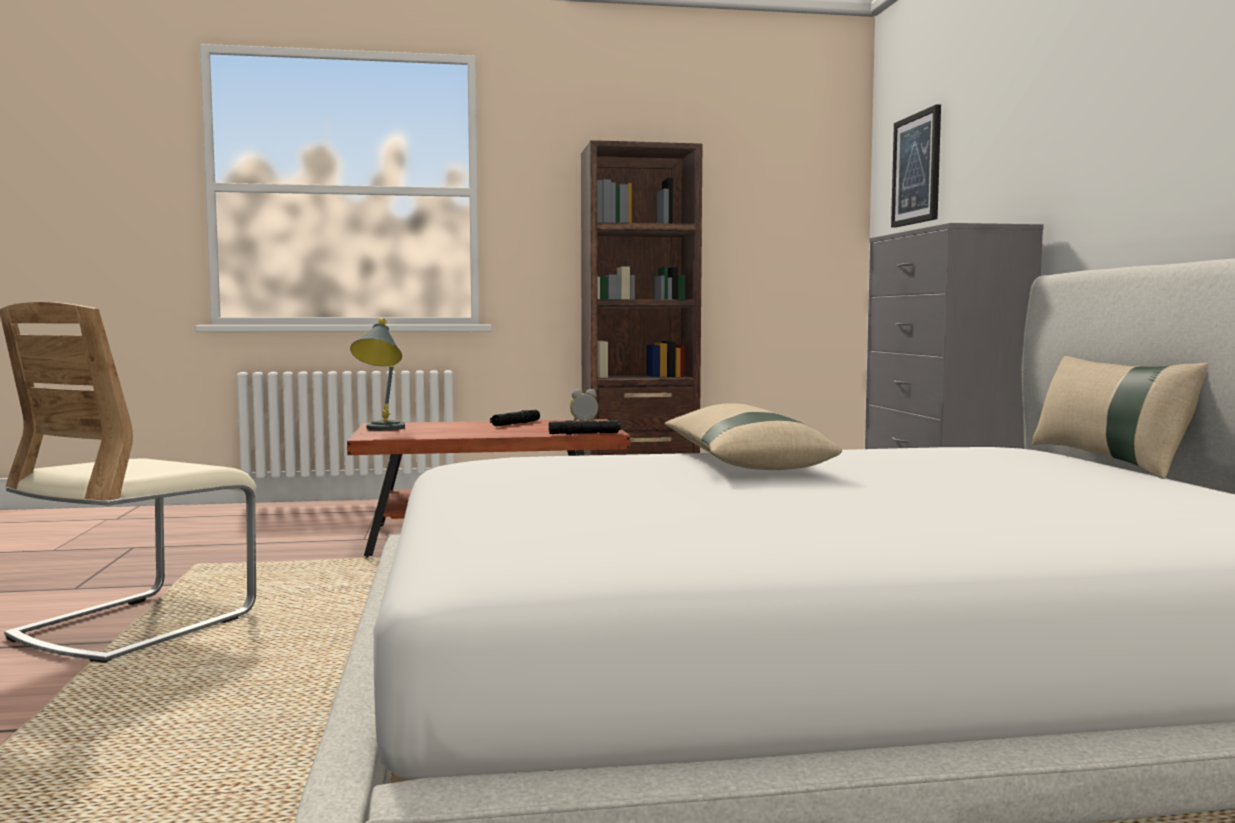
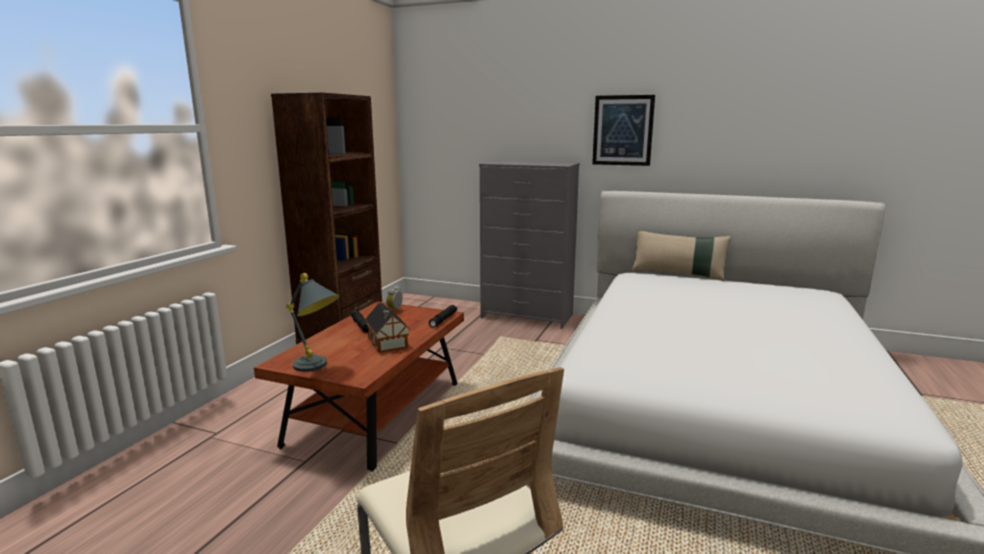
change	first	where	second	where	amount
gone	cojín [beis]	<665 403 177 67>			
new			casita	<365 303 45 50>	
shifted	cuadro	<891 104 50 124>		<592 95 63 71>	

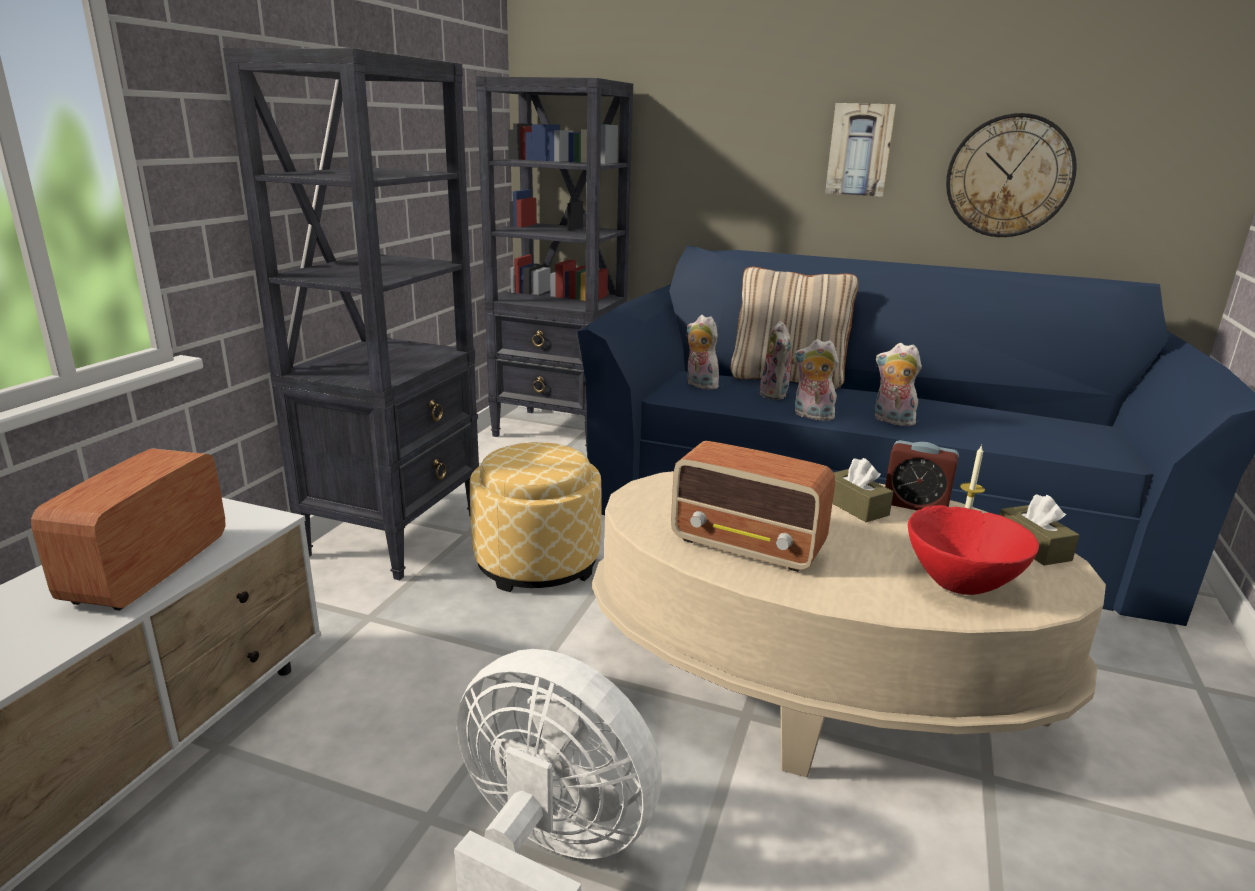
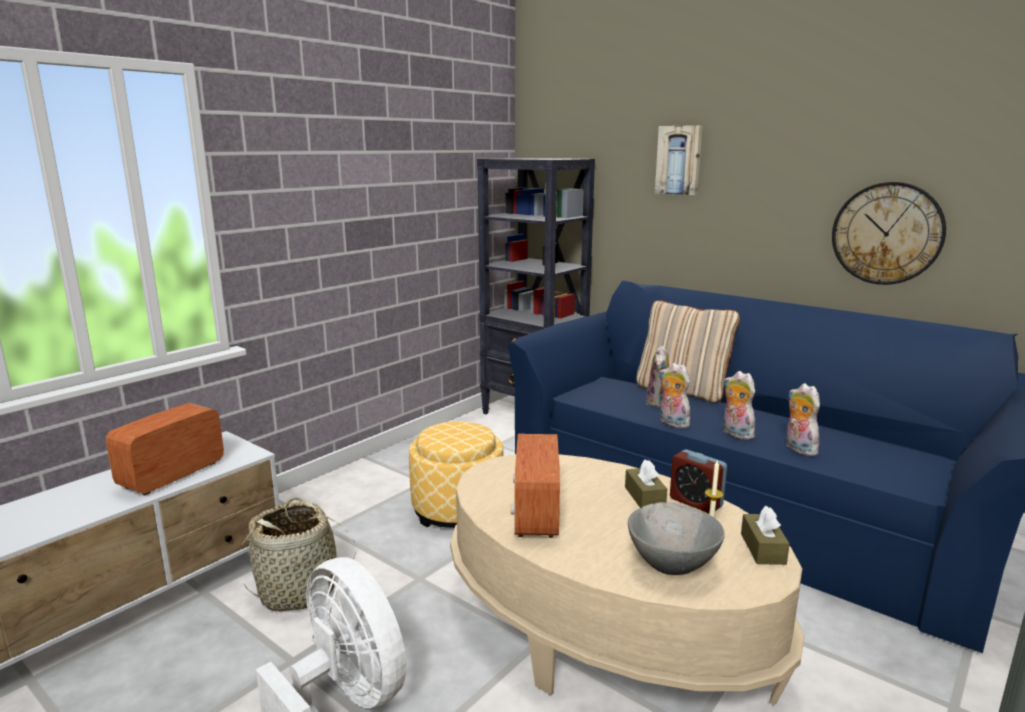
change	first	where	second	where	amount
gone	estantería [negro]	<223 48 256 532>			
new			cesta	<243 498 113 114>	
shifted	peluche	<686 315 37 75>		<786 383 34 73>	
shifted	cuadro	<825 103 71 94>		<655 125 48 70>	
repainted	cuenco [rojo]	<908 505 131 90>	cuenco [gris]	<628 502 97 73>	
rotated	radio	<671 441 164 131>		<511 434 49 104>	45 degrees clockwise

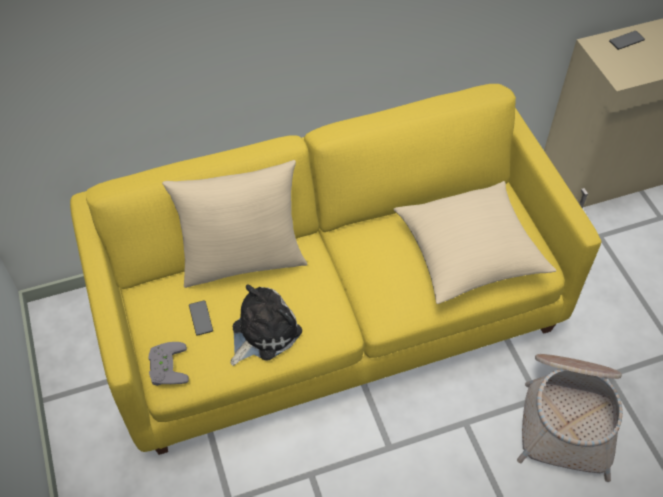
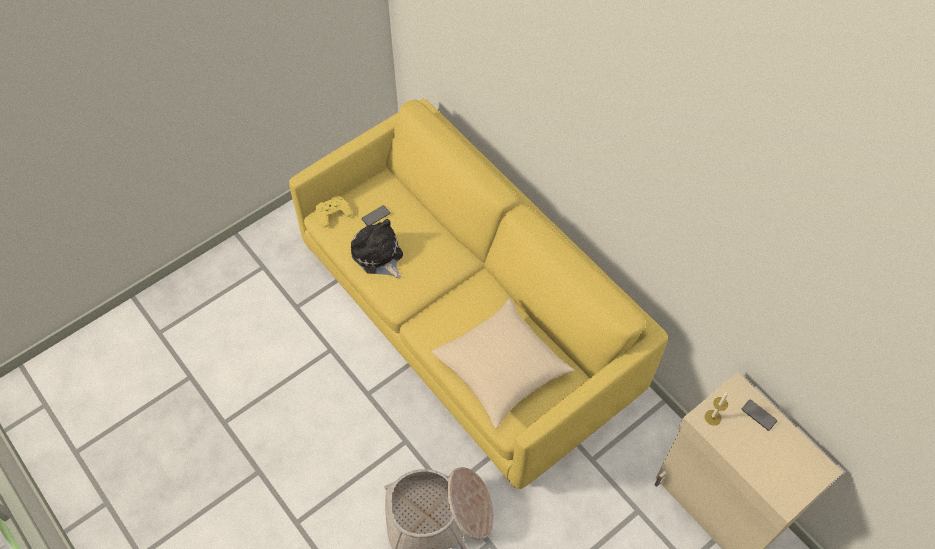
change	first	where	second	where	amount
gone	cojín [beis]	<162 160 146 128>			
new			vela	<705 392 23 33>	
repainted	mando de consola [gris]	<148 342 41 44>	mando de consola [amarillo]	<315 196 37 31>	
rotated	peluche	<231 285 71 81>		<351 219 52 60>	150 degrees counterclockwise

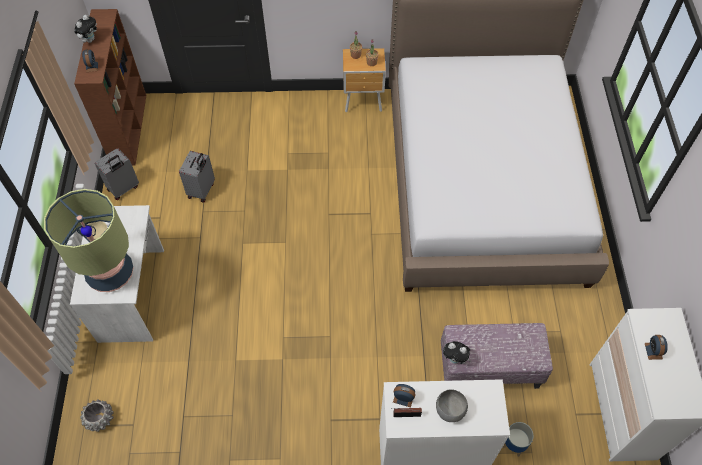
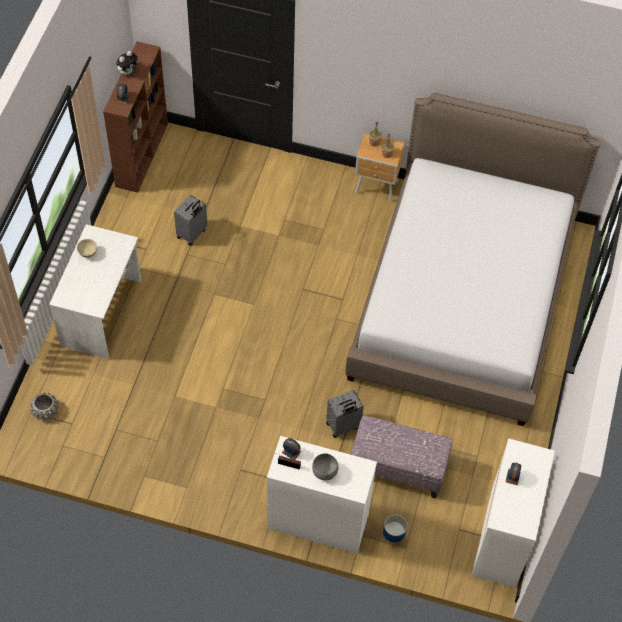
change	first	where	second	where	amount
gone	lámpara de mesa	<44 189 90 103>			
gone	peluche	<443 341 28 23>			
shifted	maleta [gris]	<95 148 44 52>		<326 390 38 48>	

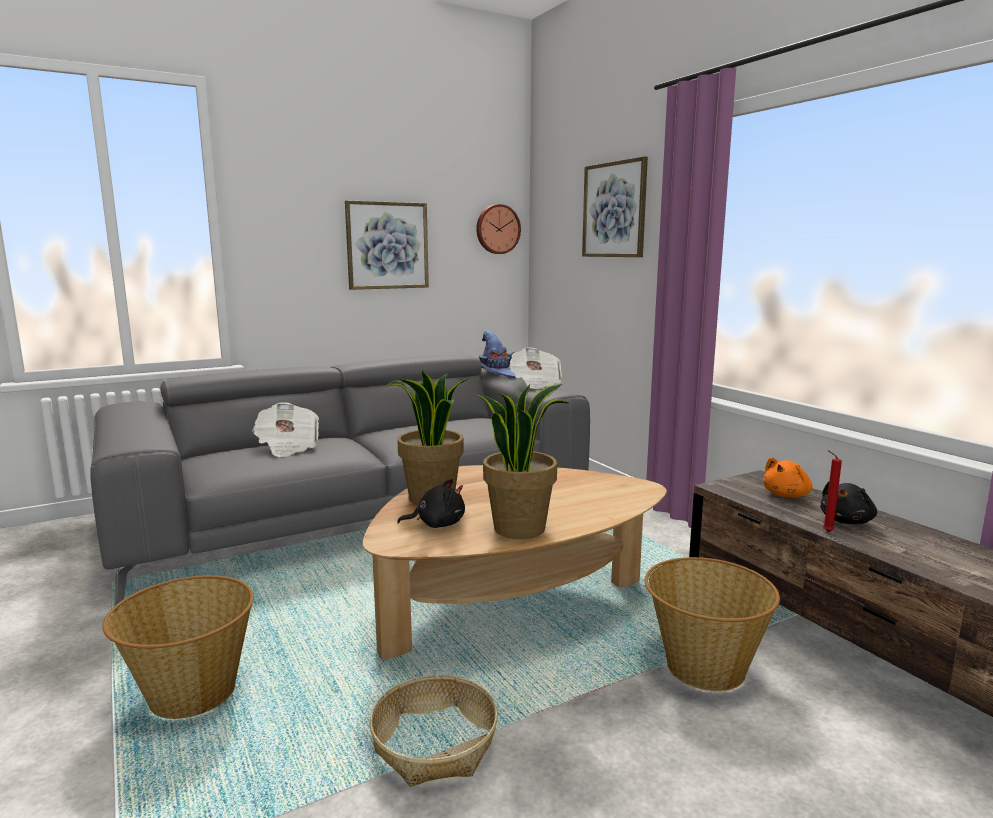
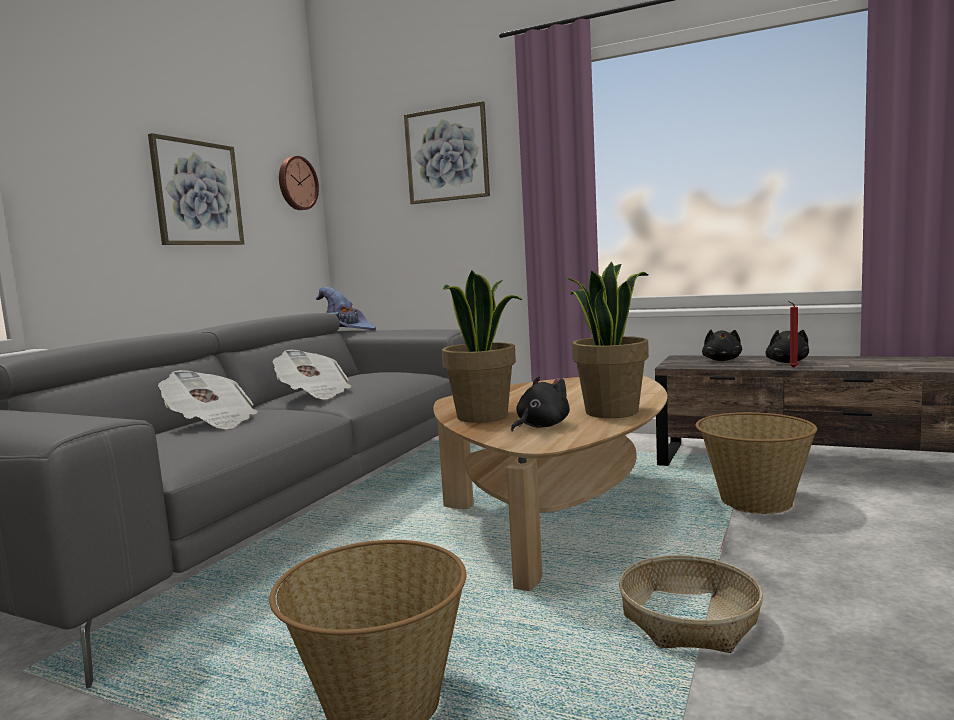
change	first	where	second	where	amount
shifted	periódico	<509 347 53 42>		<272 350 80 49>	
repainted	peluche [naranja]	<763 457 50 40>	peluche [negro]	<702 330 40 31>	

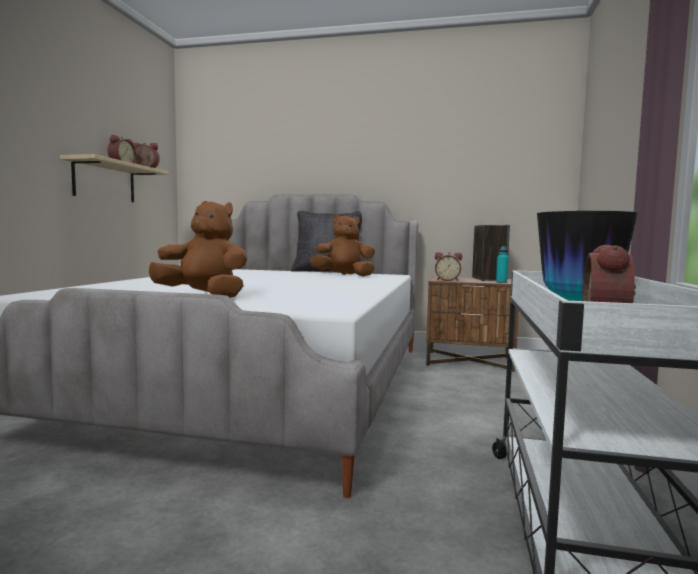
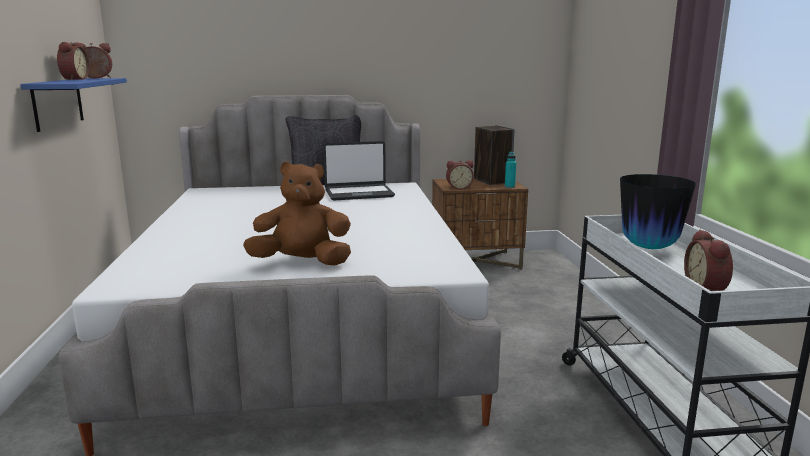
change	first	where	second	where	amount
swapped	peluche [marrón]	<310 215 65 61>	portátil	<323 141 72 59>	
repainted	estante [beis]	<60 154 109 48>	estante [azul]	<20 78 107 54>	

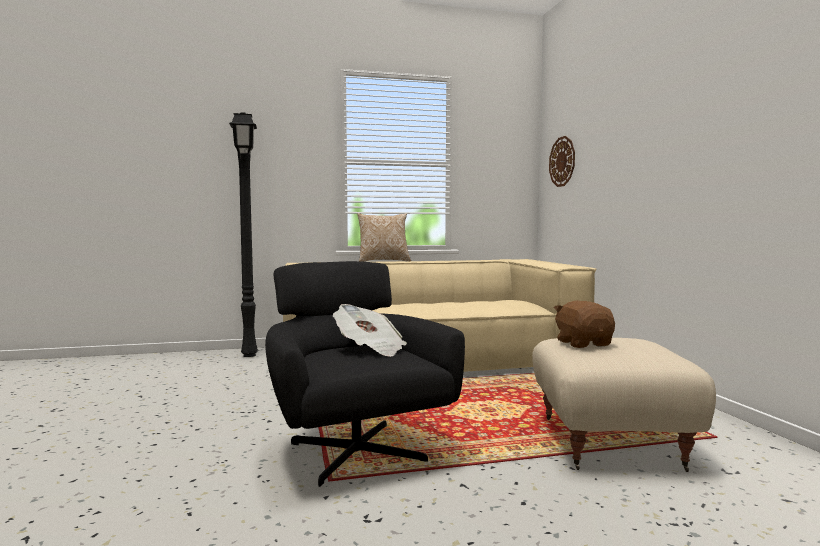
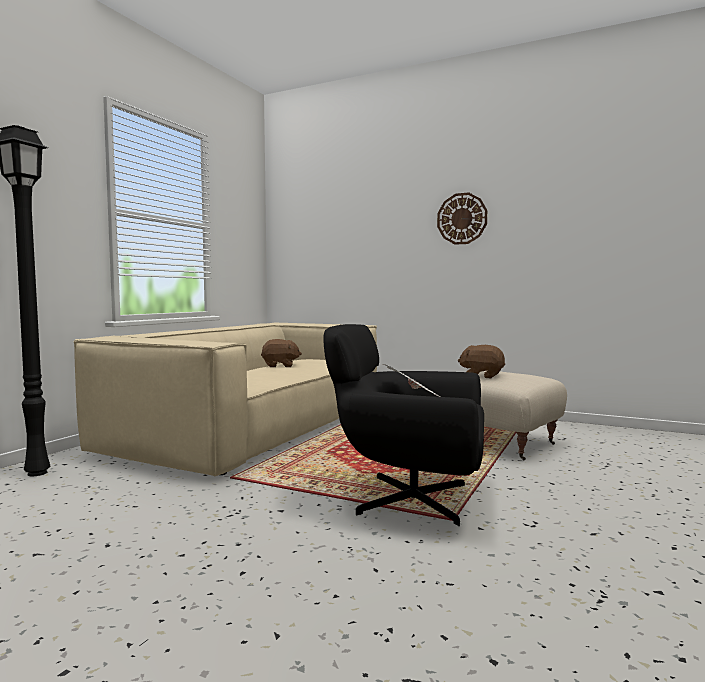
change	first	where	second	where	amount
gone	cojín	<357 213 54 49>			
new			peluche [marrón]	<261 339 41 28>	
shifted	reloj de pared	<549 136 26 51>		<437 192 50 53>	

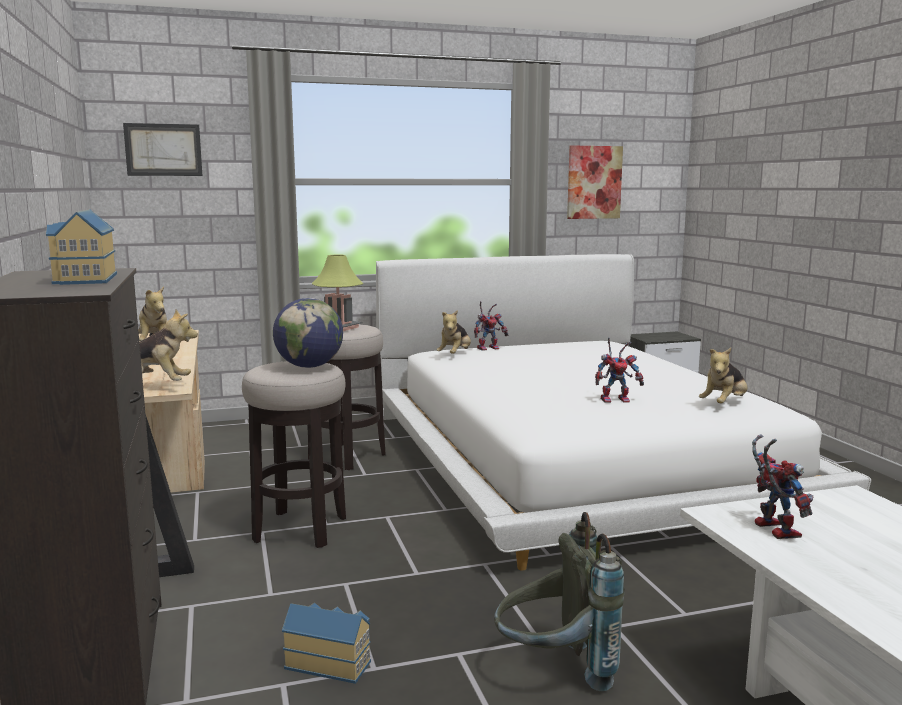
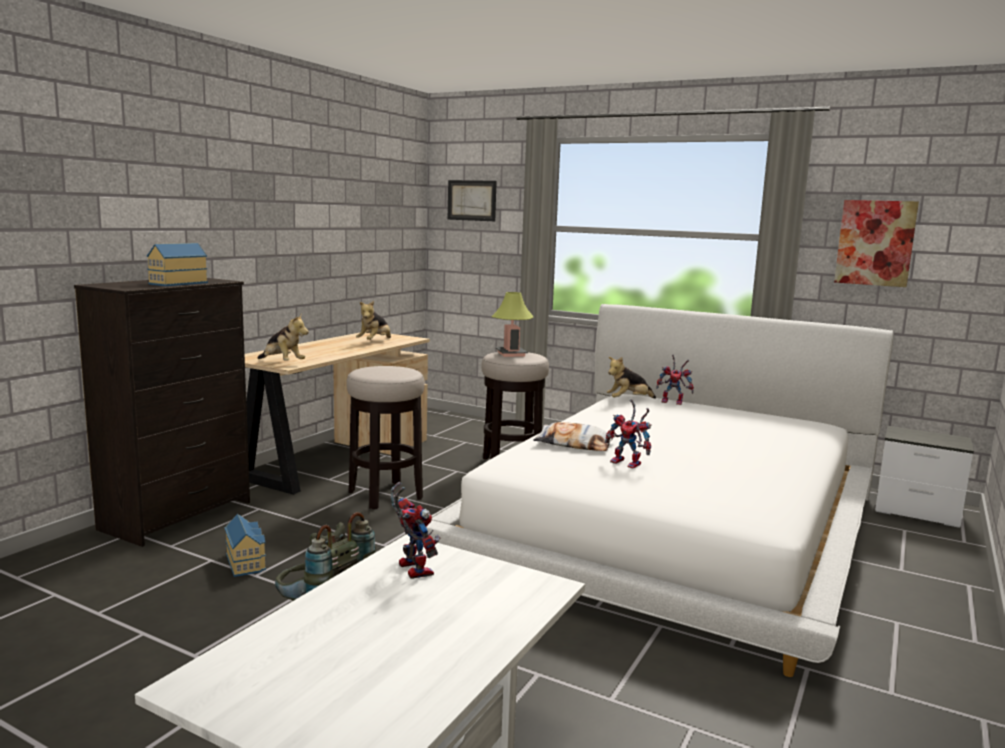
change	first	where	second	where	amount
gone	globo terráqueo	<273 298 70 70>			
gone	peluche	<699 348 48 55>			
new			cojín	<533 422 84 29>	
rotated	robot de juguete	<752 434 61 105>		<391 482 49 97>	60 degrees counterclockwise

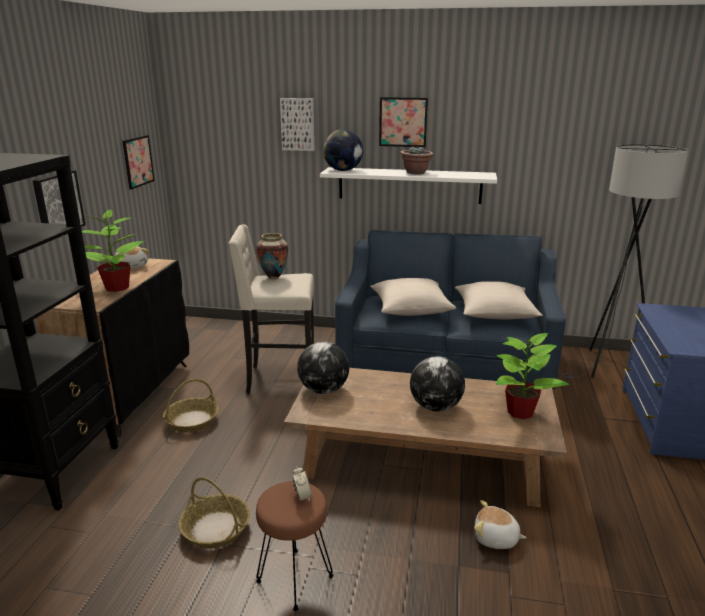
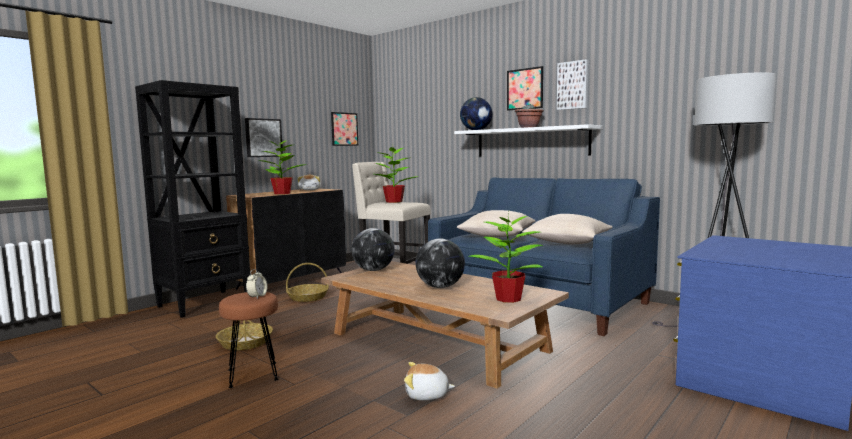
change	first	where	second	where	amount
shifted	cuadro	<280 98 35 53>		<557 59 32 51>	
swapped	florero	<256 233 32 46>	planta en maceta	<374 146 42 57>	
rotated	peluche	<474 500 53 49>		<404 362 51 38>	45 degrees counterclockwise

